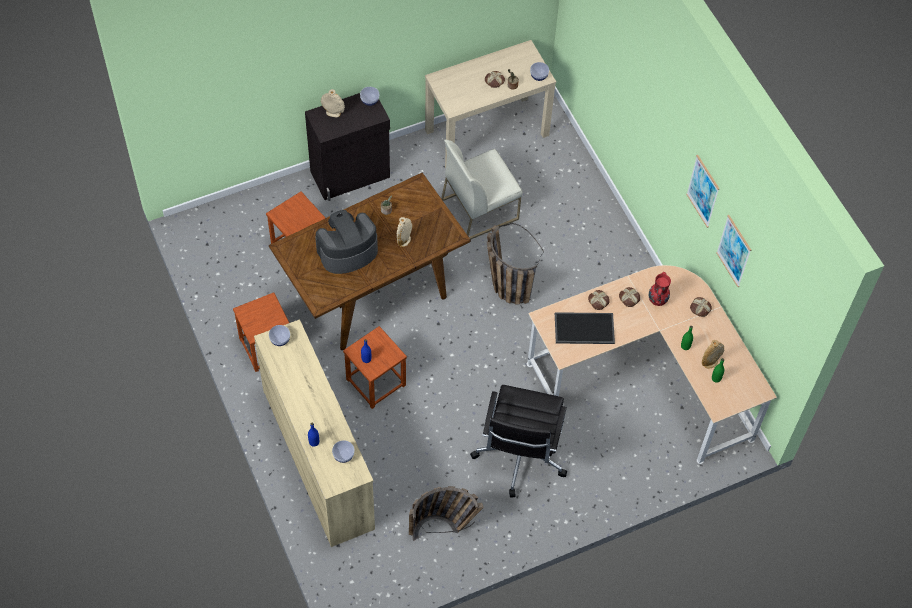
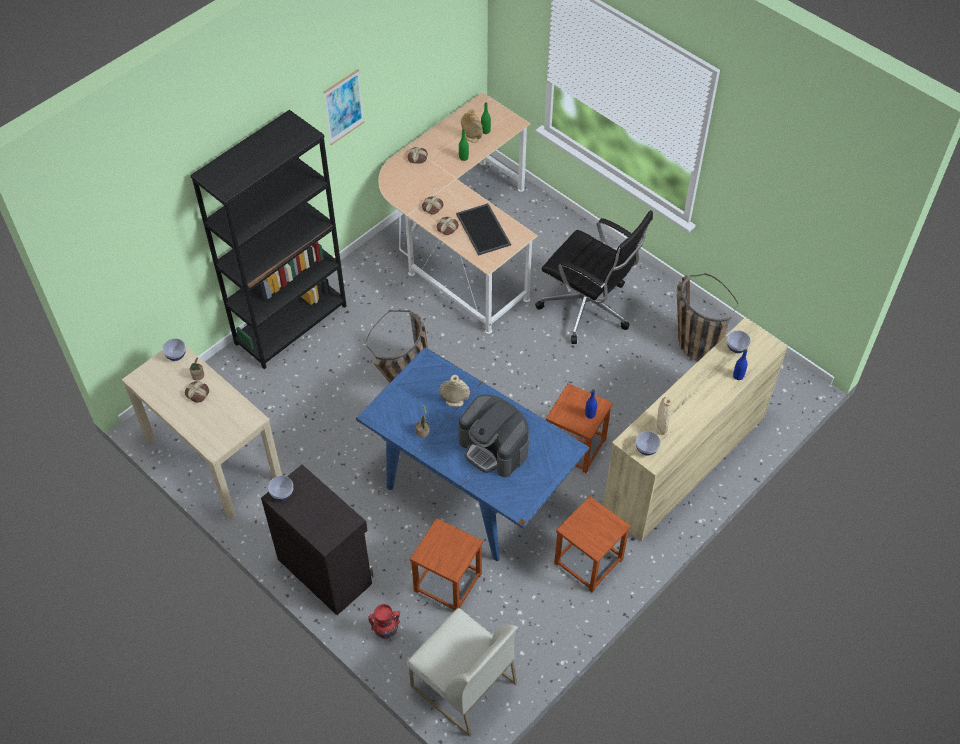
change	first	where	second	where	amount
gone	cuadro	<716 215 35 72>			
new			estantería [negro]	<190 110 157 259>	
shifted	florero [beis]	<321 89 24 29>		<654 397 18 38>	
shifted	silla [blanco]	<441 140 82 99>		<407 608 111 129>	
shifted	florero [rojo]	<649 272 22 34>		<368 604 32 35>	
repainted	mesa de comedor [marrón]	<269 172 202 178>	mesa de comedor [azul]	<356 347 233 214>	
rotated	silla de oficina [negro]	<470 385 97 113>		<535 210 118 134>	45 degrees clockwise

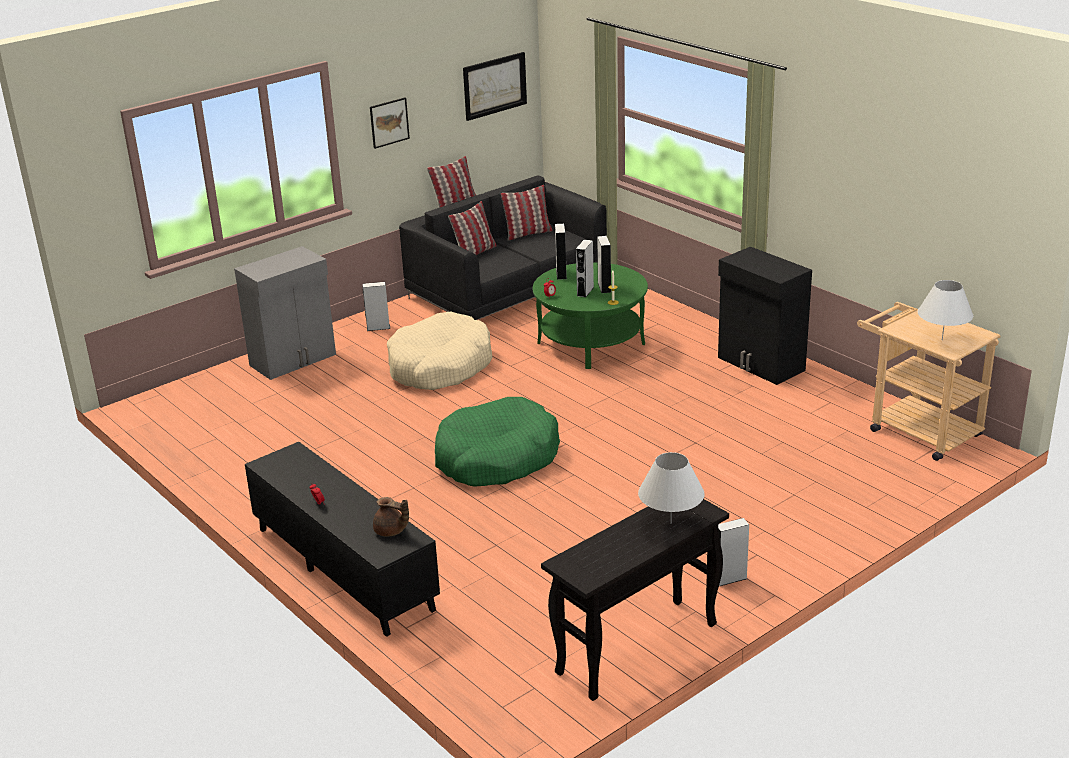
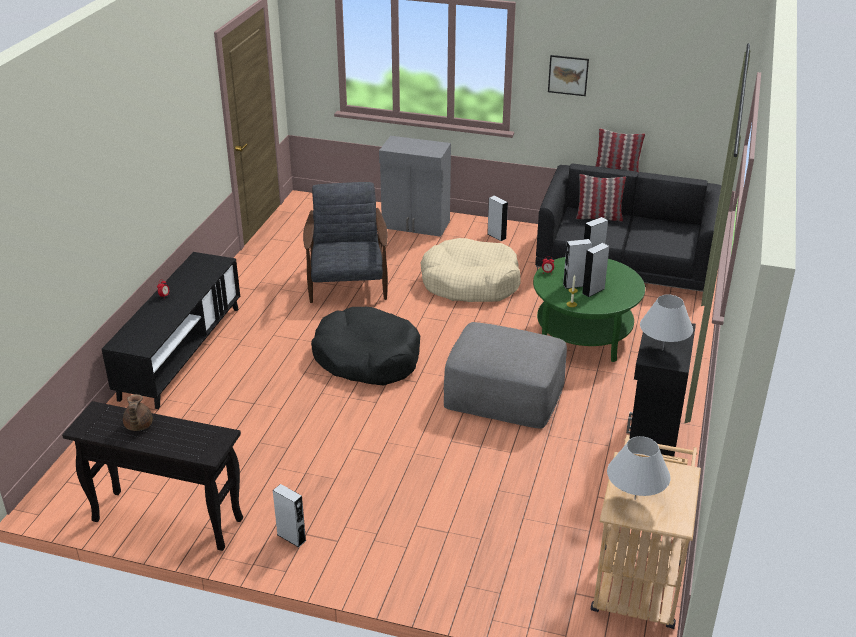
change	first	where	second	where	amount
gone	cuadro	<463 52 64 69>			
gone	cojín	<501 185 52 56>			
new			sillón [gris]	<303 182 85 121>	
new			puf [gris]	<444 322 123 106>	
shifted	tetera [marrón]	<373 497 36 40>		<123 394 30 37>	
shifted	lámpara de mesa [blanco]	<638 452 67 71>		<640 295 53 54>	
repainted	cama para perro [verde]	<435 397 125 90>	cama para perro [negro]	<311 307 109 79>	

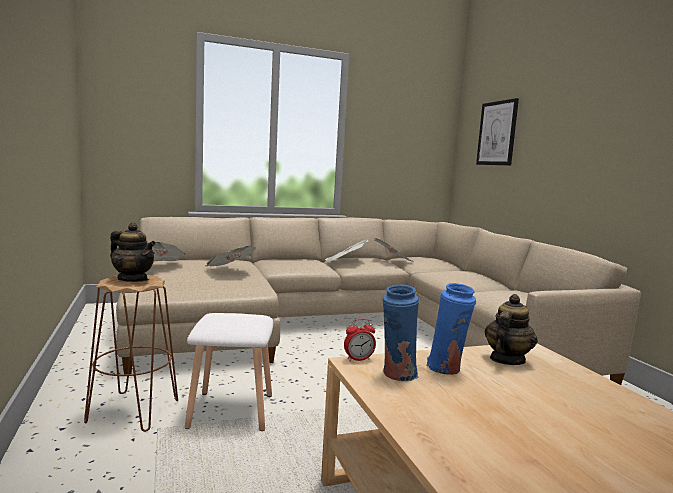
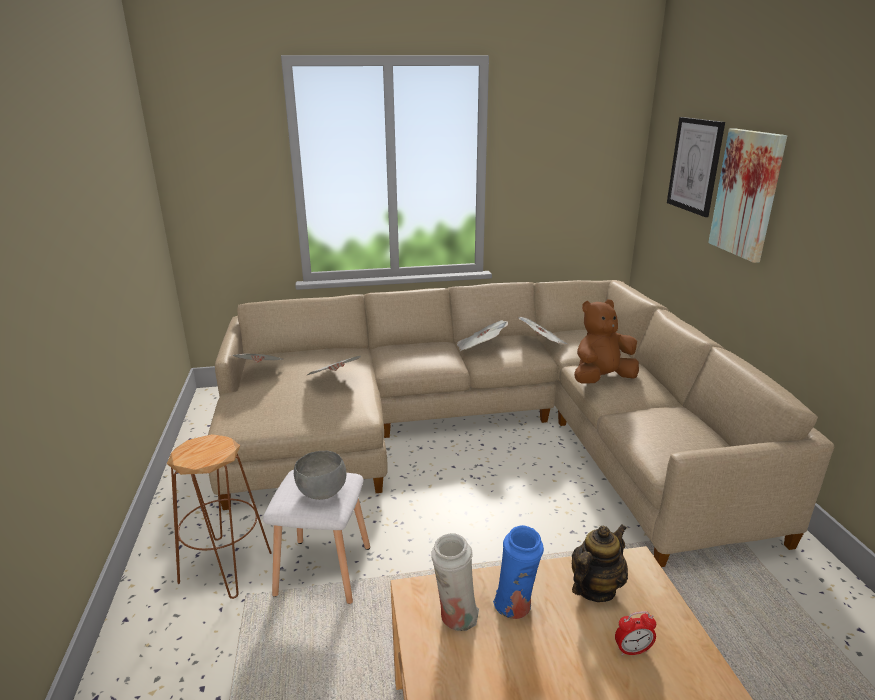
change	first	where	second	where	amount
gone	tetera	<110 223 46 59>			
new			cuenco [gris]	<294 450 52 50>	
new			peluche [marrón]	<574 299 65 84>	
new			cuadro	<708 128 79 135>	
shifted	despertador	<344 319 32 42>		<615 611 41 45>	
repainted	florero [azul]	<383 284 37 98>	florero [blanco]	<431 533 48 98>	

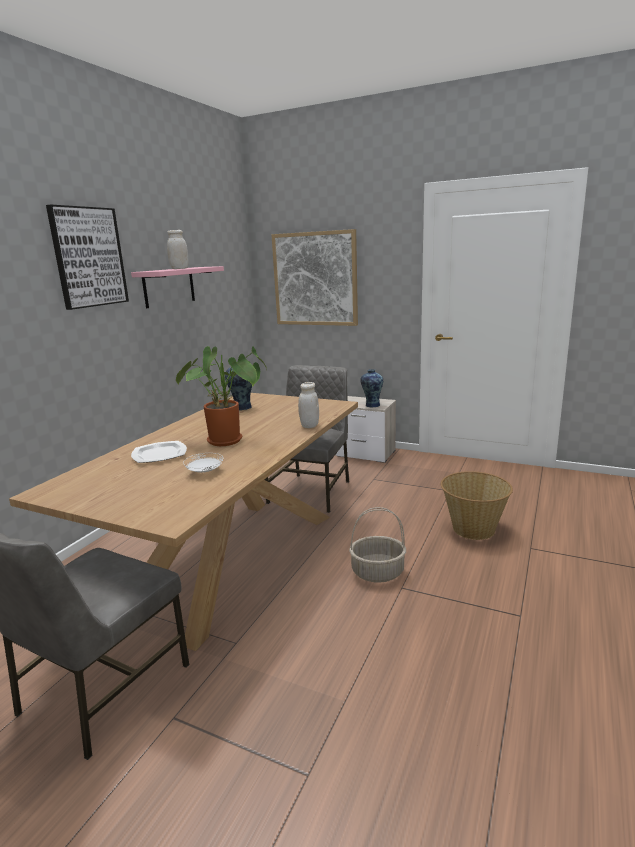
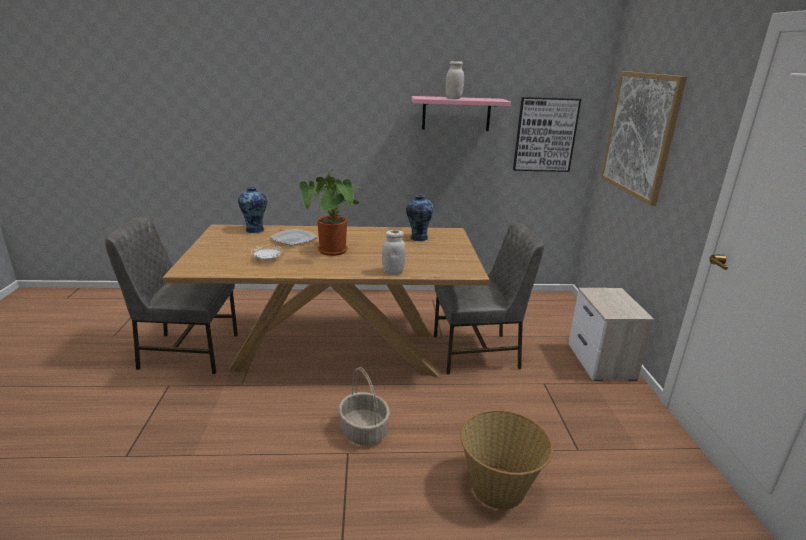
change	first	where	second	where	amount
shifted	cuadro	<46 204 83 106>		<513 97 68 75>	
shifted	florero	<360 369 23 38>		<238 187 29 46>	

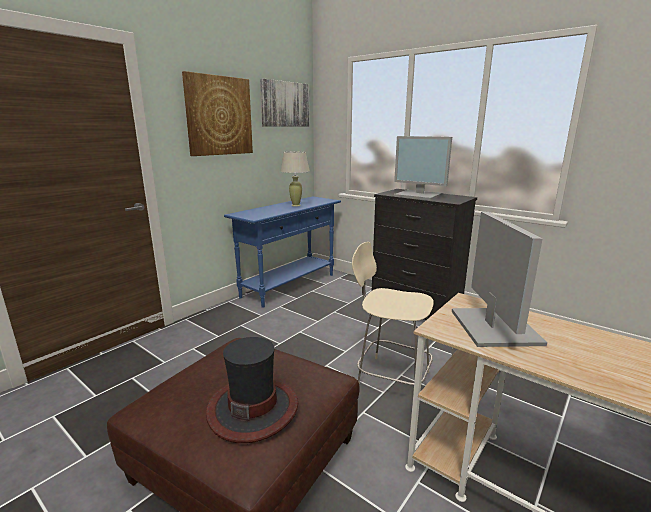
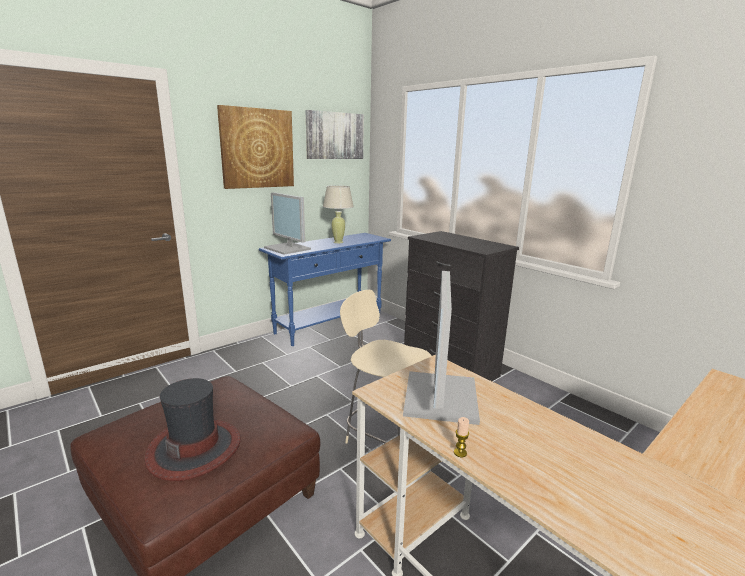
change	first	where	second	where	amount
new			vela	<454 417 15 40>	
shifted	monitor	<394 136 58 64>		<264 192 47 63>	

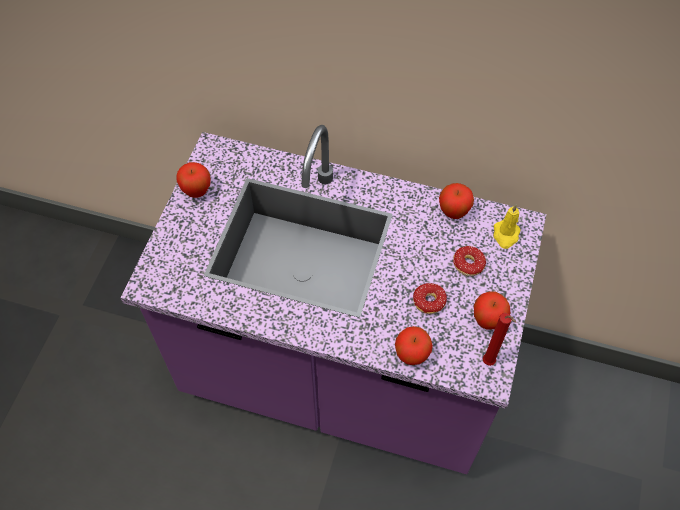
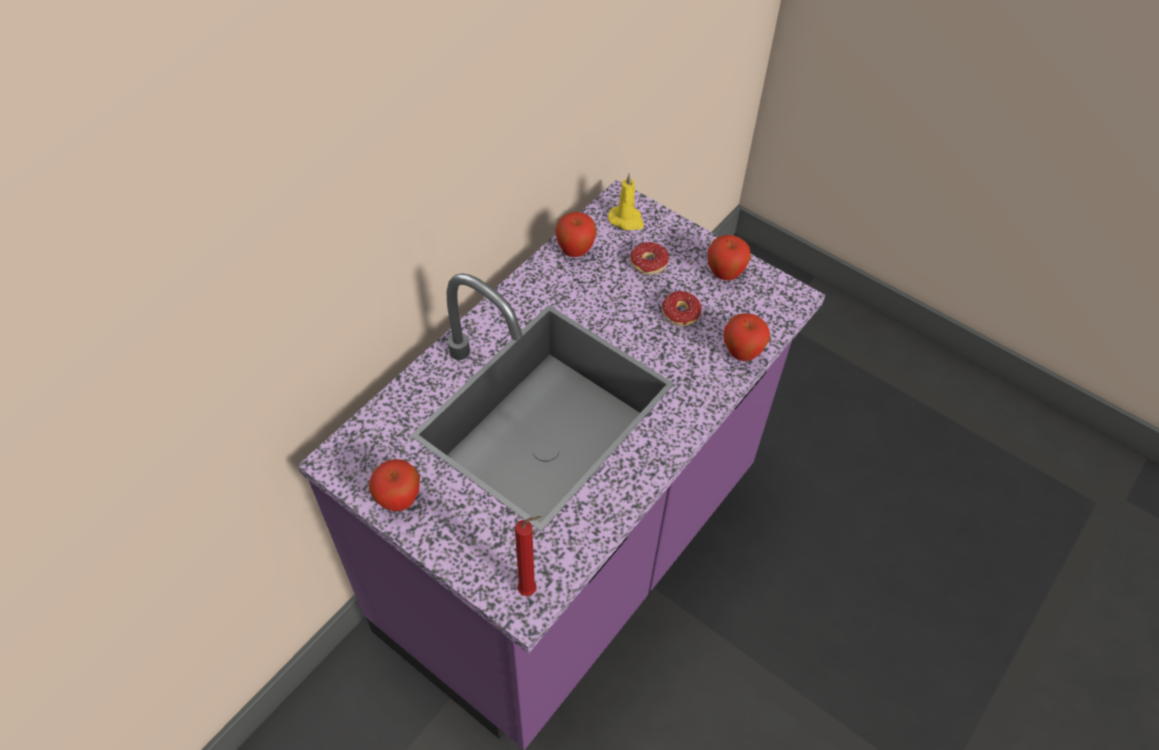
change	first	where	second	where	amount
shifted	vela [rojo]	<483 313 33 53>		<515 516 26 80>	

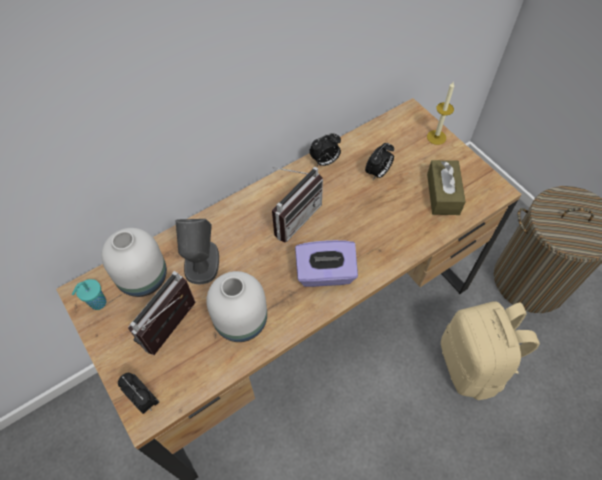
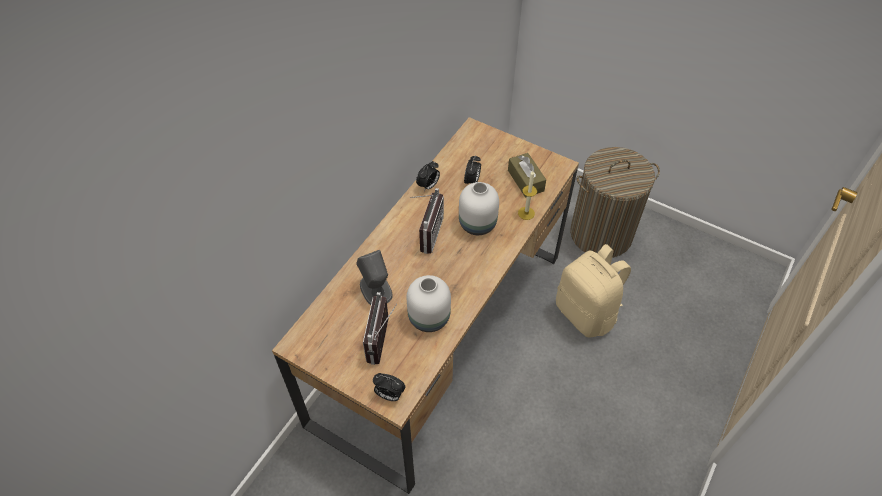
change	first	where	second	where	amount
gone	taza [turquesa]	<72 279 34 31>			
gone	caja de pañuelos [morado]	<295 240 63 47>			
shifted	florero [blanco]	<101 228 66 69>		<459 182 40 53>	
shifted	vela	<427 82 27 63>		<518 171 19 49>	

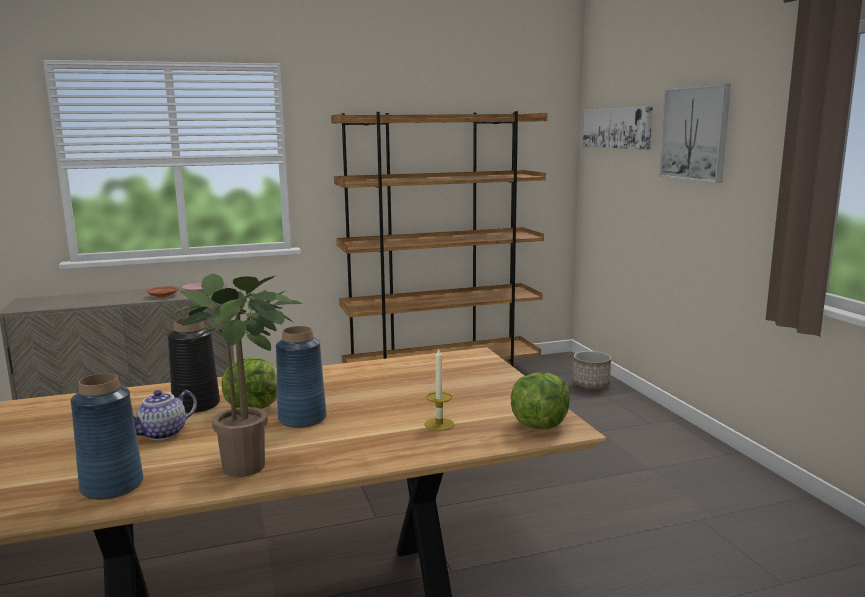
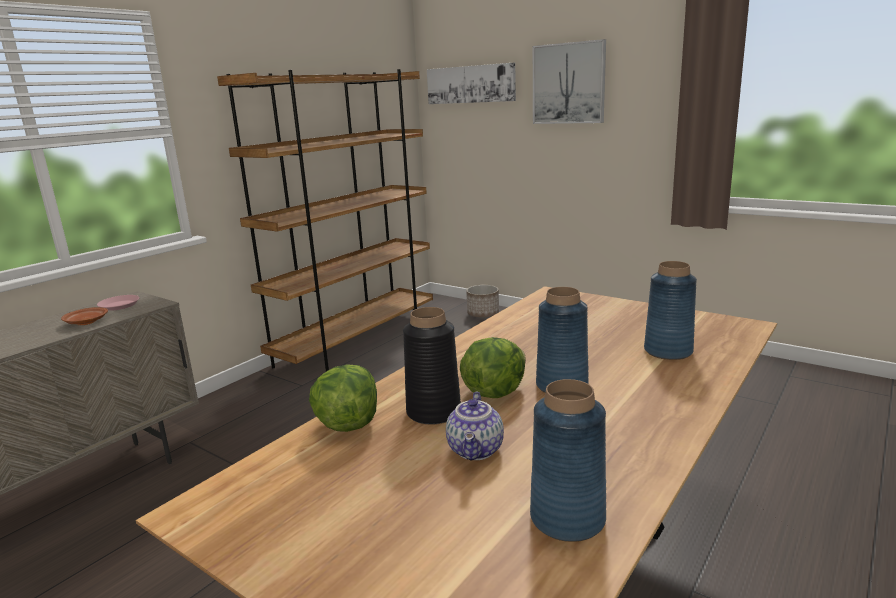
change	first	where	second	where	amount
gone	planta en maceta	<171 273 131 204>			
shifted	lechuga	<511 372 59 57>		<309 364 68 68>	
swapped	vela	<424 347 30 84>	florero [azul]	<644 261 53 99>	

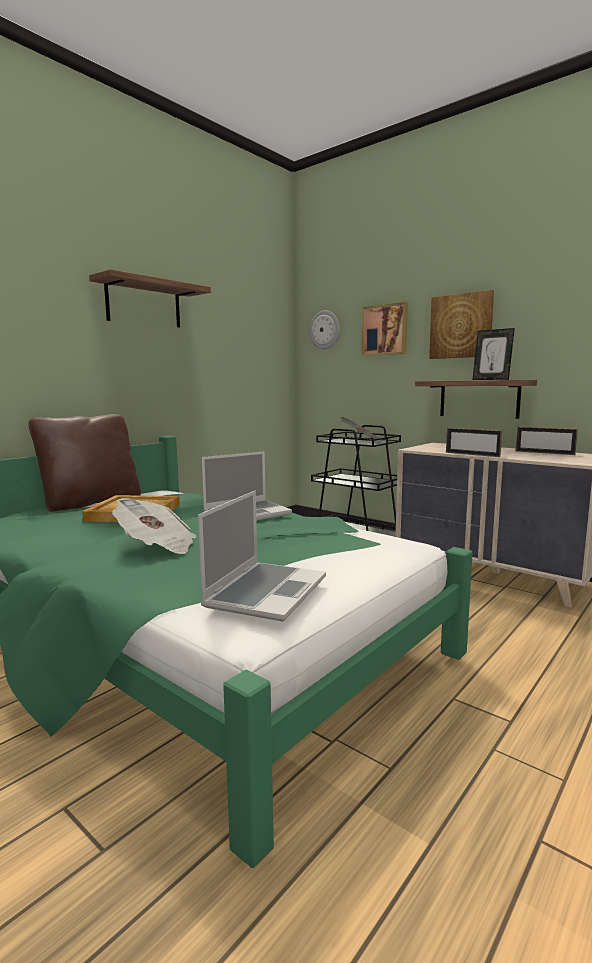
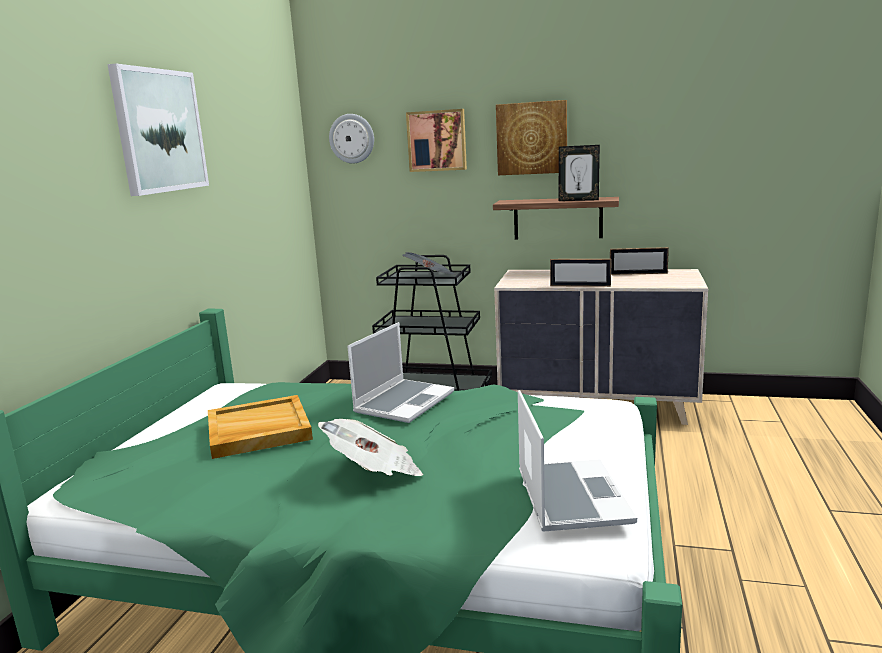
change	first	where	second	where	amount
gone	cojín [marrón]	<29 414 112 98>			
swapped	estante	<89 269 122 59>	cuadro	<107 64 102 132>	

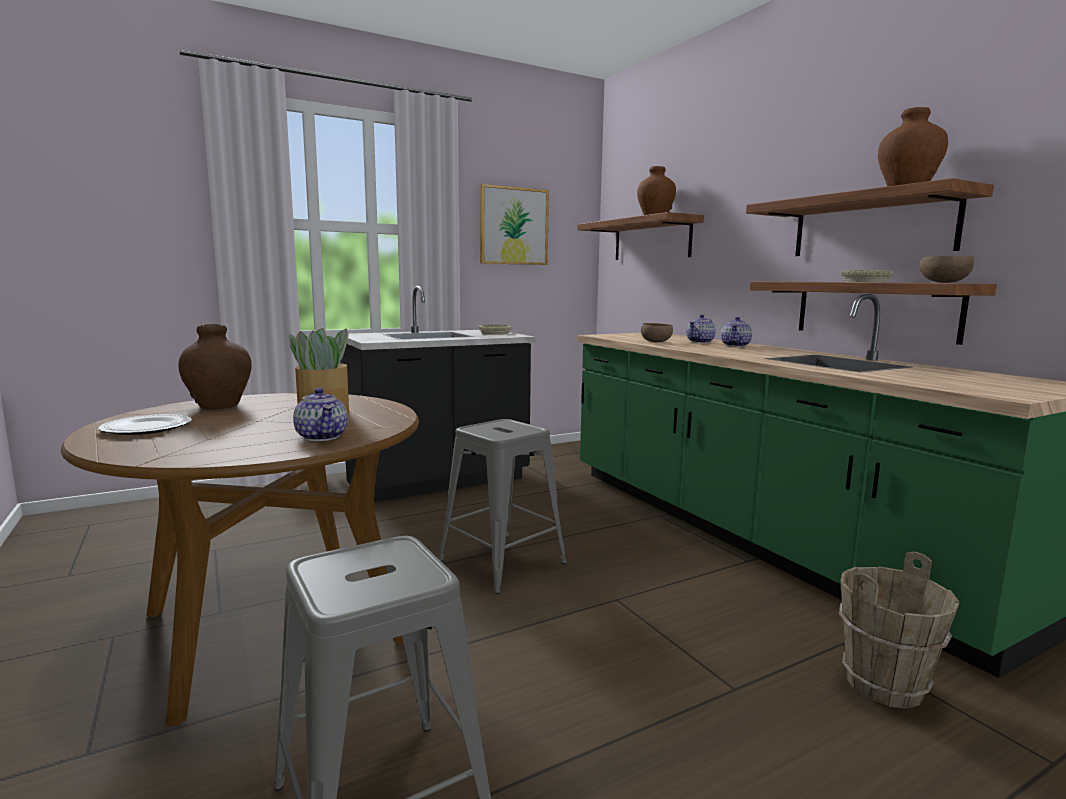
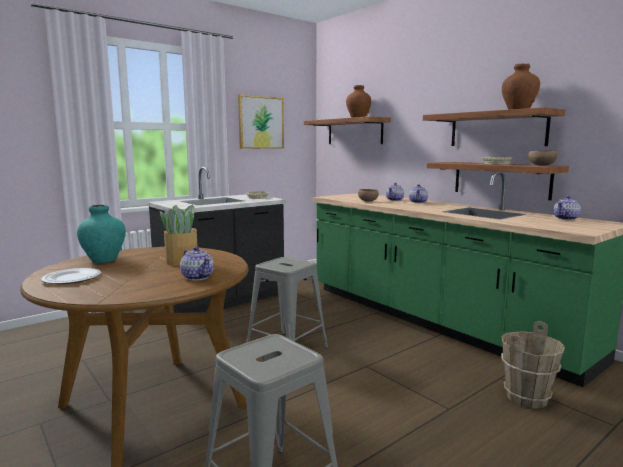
change	first	where	second	where	amount
new			tetera	<553 196 28 24>	
repainted	florero [marrón]	<178 324 74 86>	florero [turquesa]	<77 205 49 58>	

